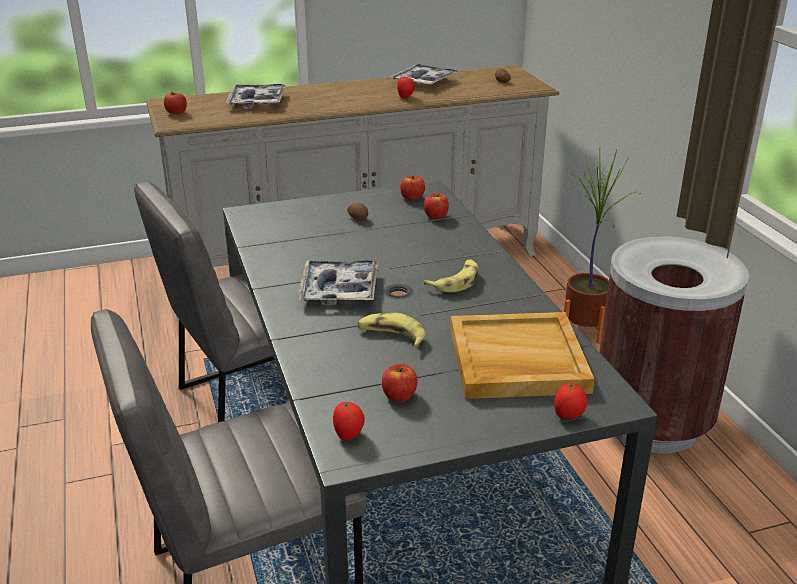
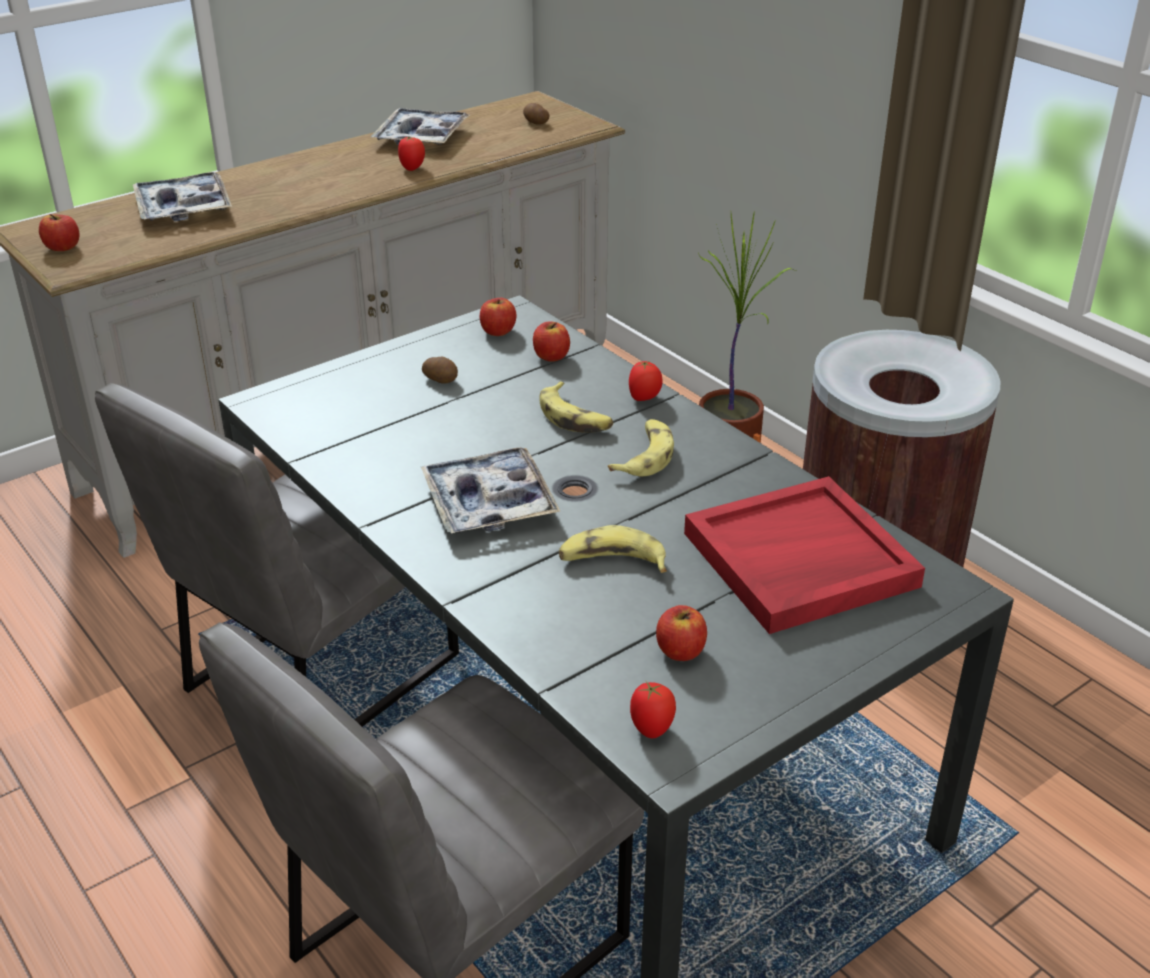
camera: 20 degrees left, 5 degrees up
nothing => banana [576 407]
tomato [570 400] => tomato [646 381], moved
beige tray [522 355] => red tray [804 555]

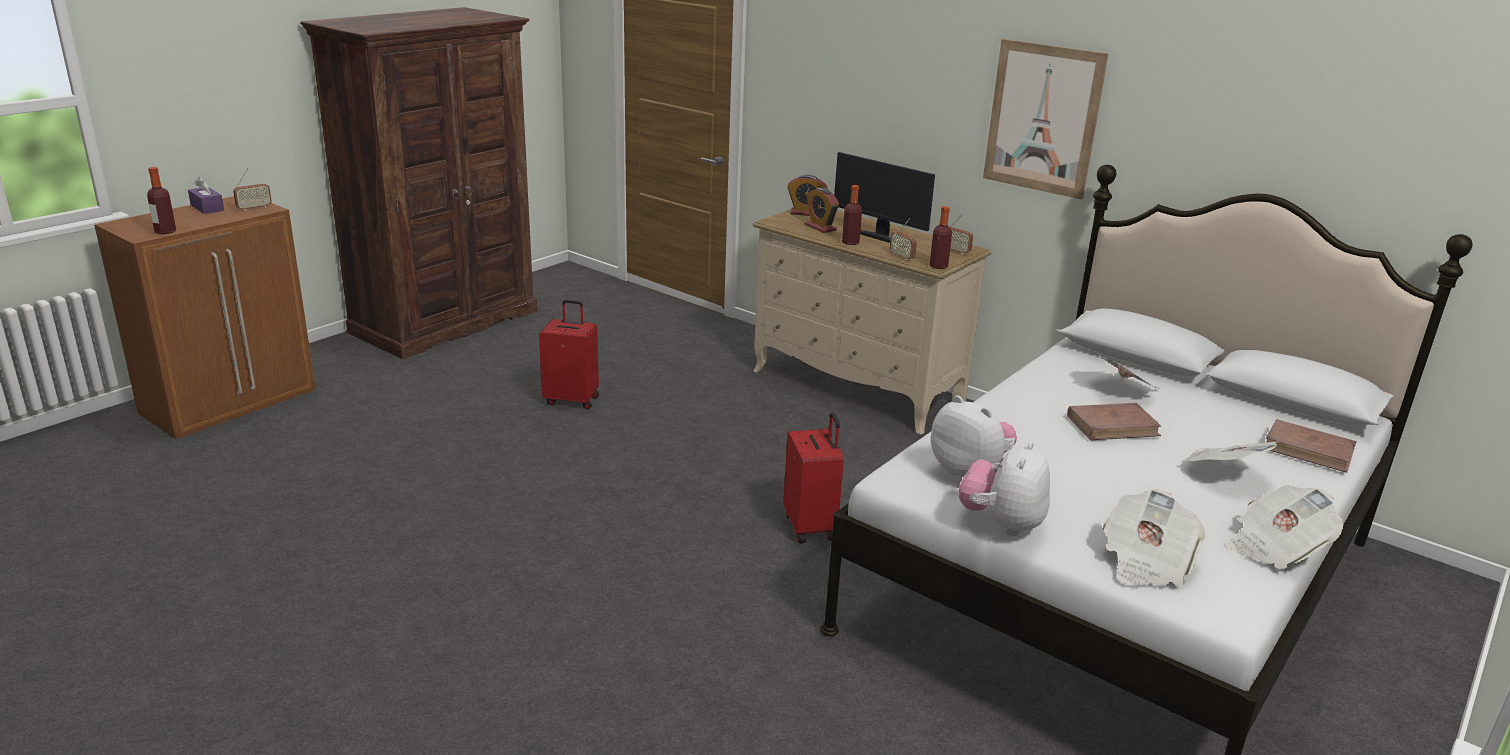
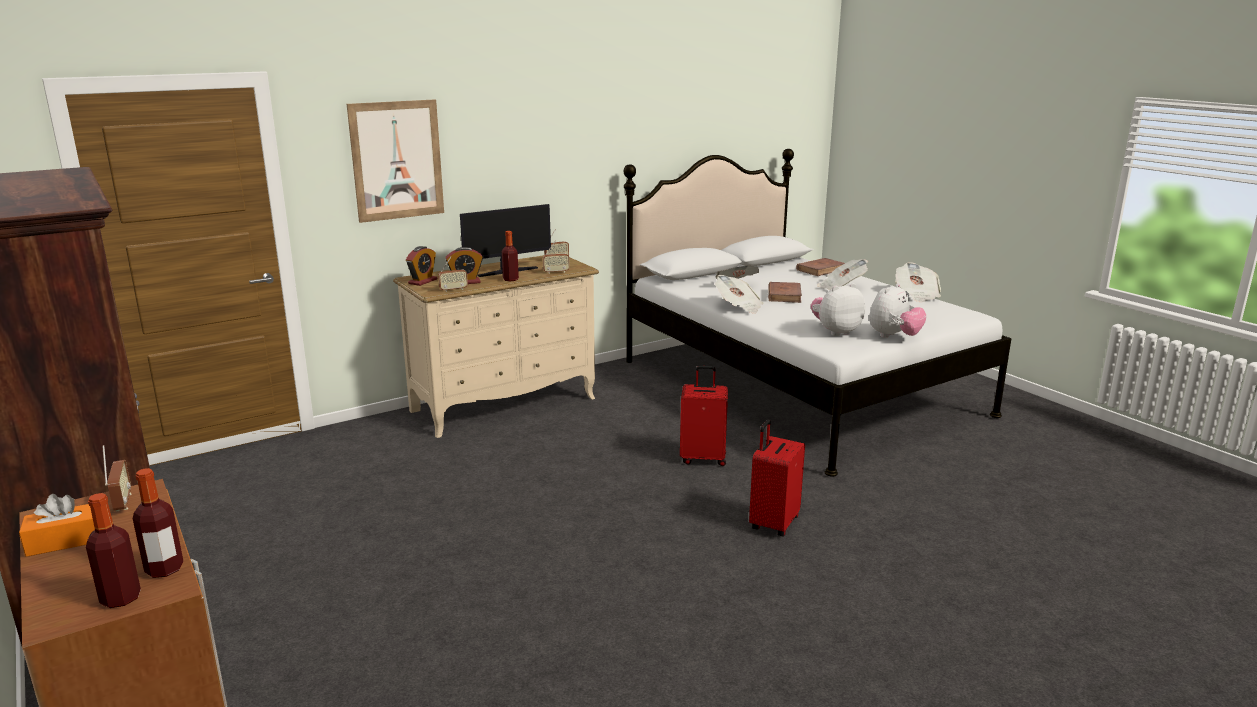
camera: 70 degrees left, 5 degrees down
nothing => radio [453 274]
red suitcase [569 354] => red suitcase [777 478], moved
bottle [941 237] => bottle [113 550], moved
picture [1045 119] => picture [395 161], moved
newspaper [1154 537] => newspaper [739 294], moved
purple tissue box [206 195] => orange tissue box [57 525]
plush toy [1004 488] => plush toy [898 310], 90 degrees counterclockwise

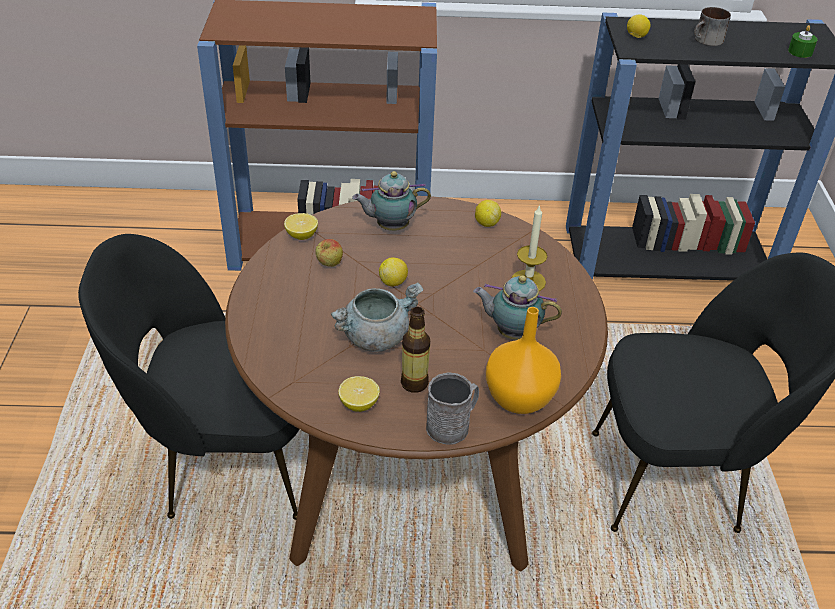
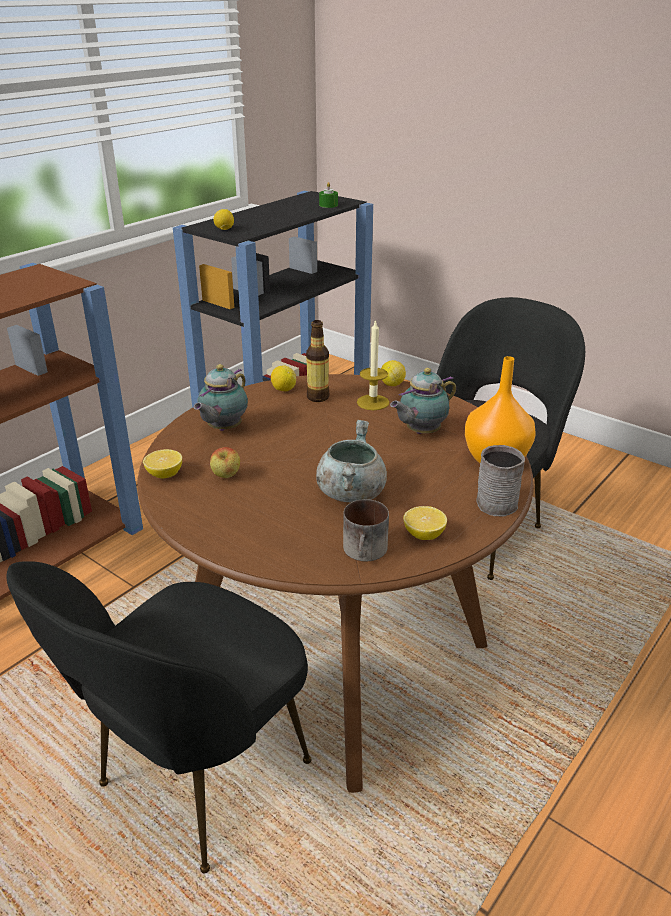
camera: 50 degrees left, 10 degrees down
lemon [393 272] => lemon [393 373], moved
bottle [415 350] => bottle [318 361], moved
mug [712 26] => mug [366 530], moved

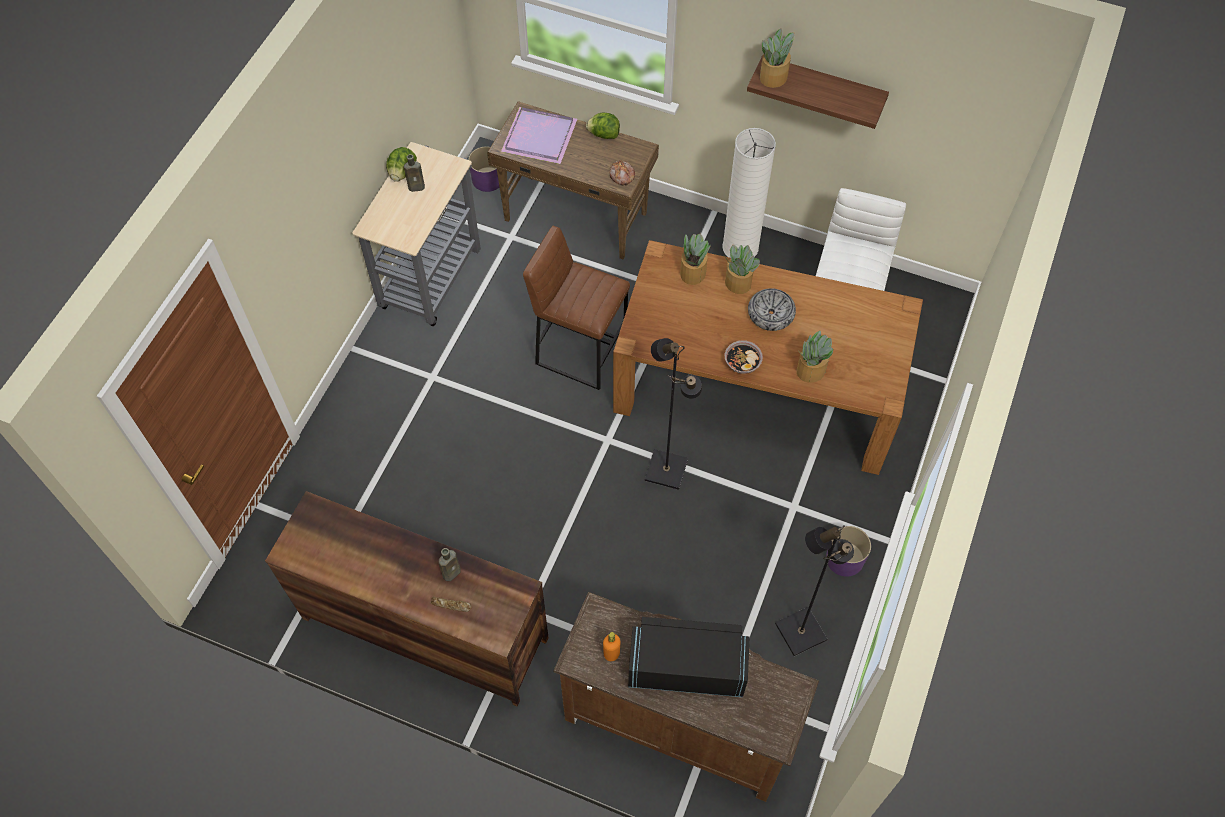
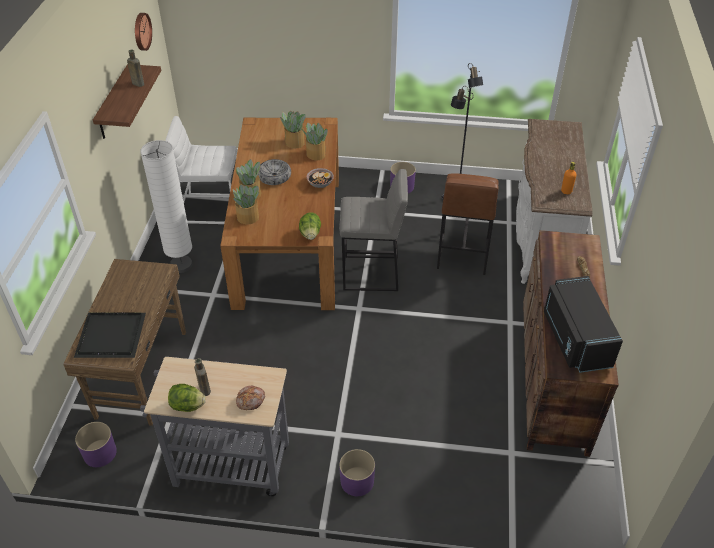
camera: 105 degrees left, 15 degrees down
nothing => wall clock [143 32]
nothing => purple planter [357 472]
brown bottle [450 564] => brown bottle [135 68], moved
brown stool [576 308] => brown stool [468 224], moved
lettuce [603 126] => lettuce [310 226], moved
bread [622 173] => bread [250 398], moved
black microwave [689 657] => black microwave [583 324], moved
potted plant [777 58] => potted plant [293 129], moved
black floor lamp [673 414] => grey stool [374 230]
purple tray [539 135] => black tray [110 335]

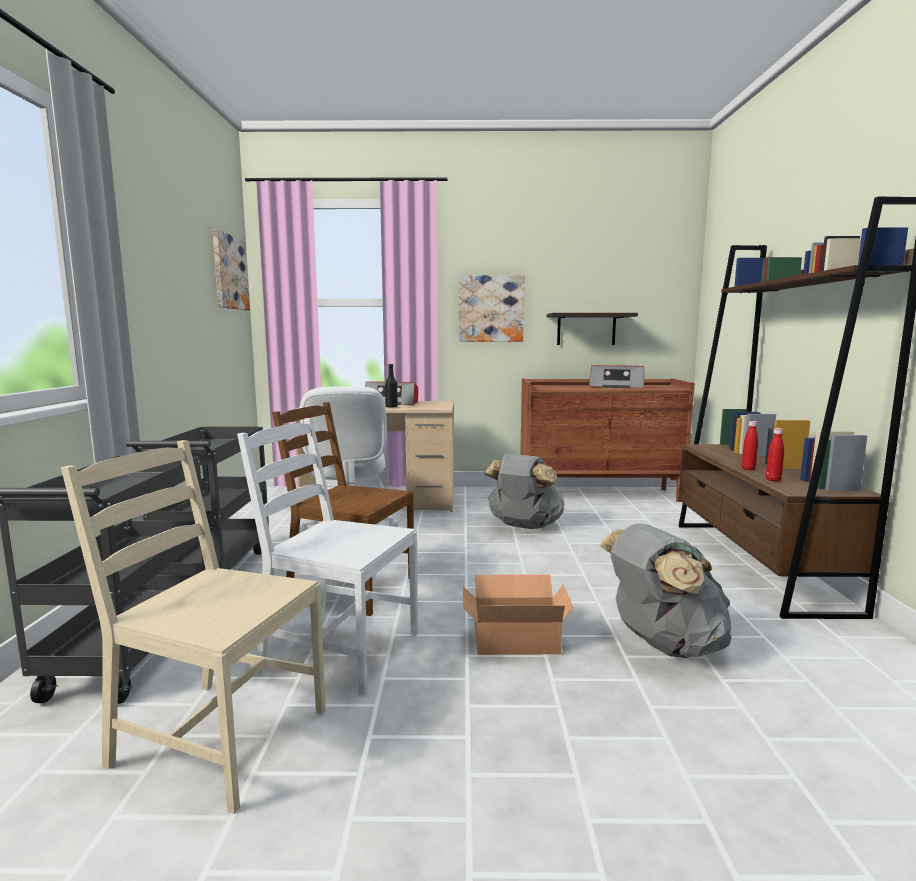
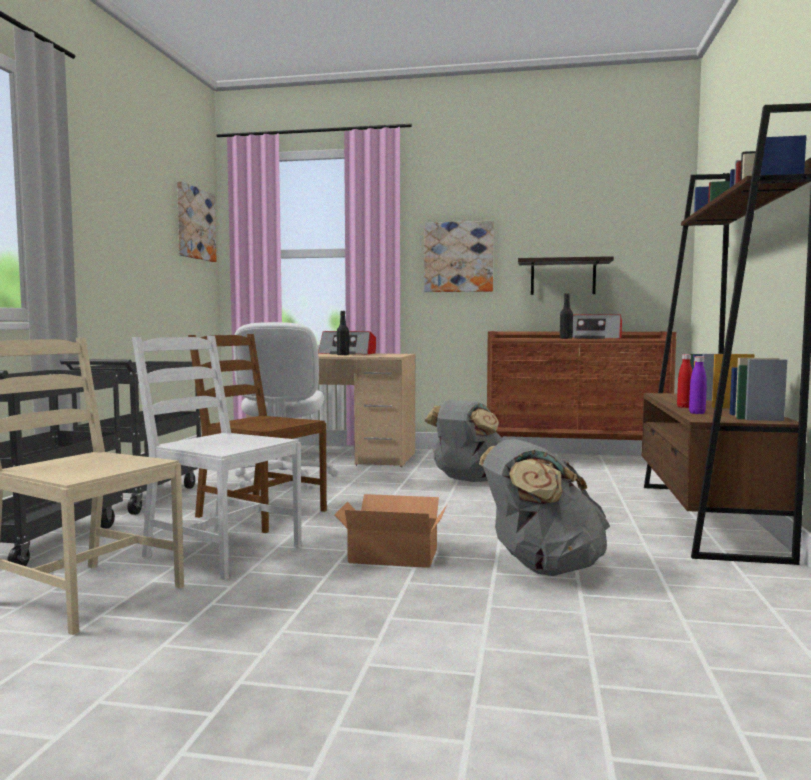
camera: 10 degrees right, 5 degrees down
nothing => black bottle [566 316]
red bottle [775 455] => purple bottle [698 385]

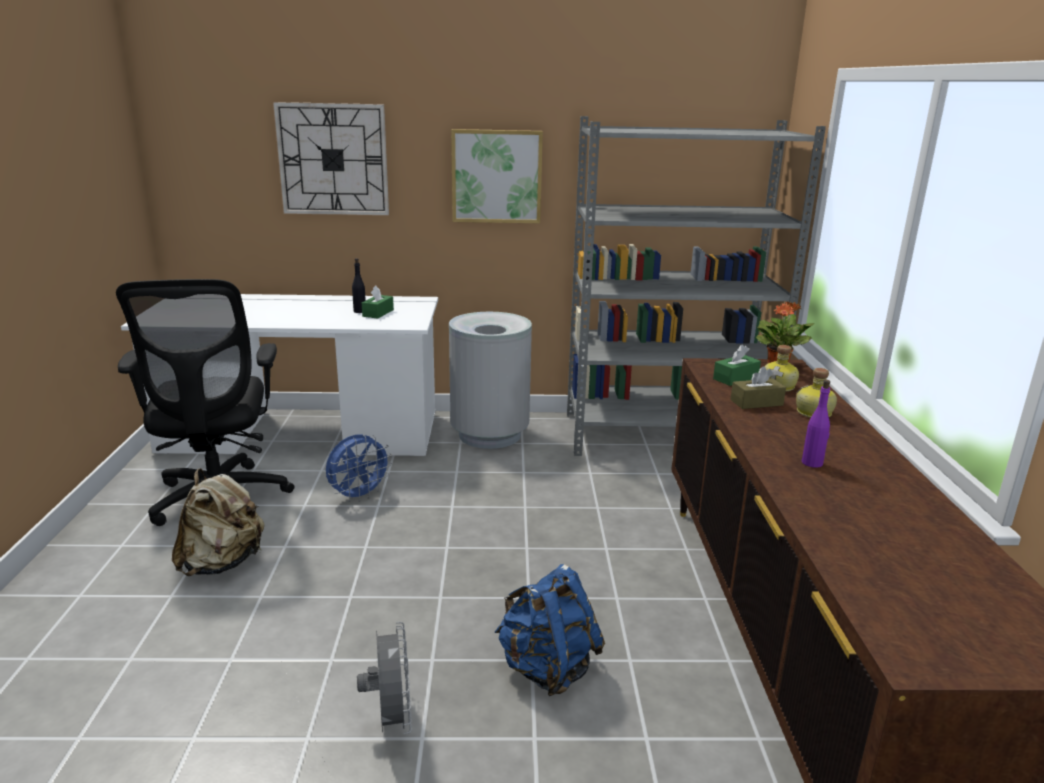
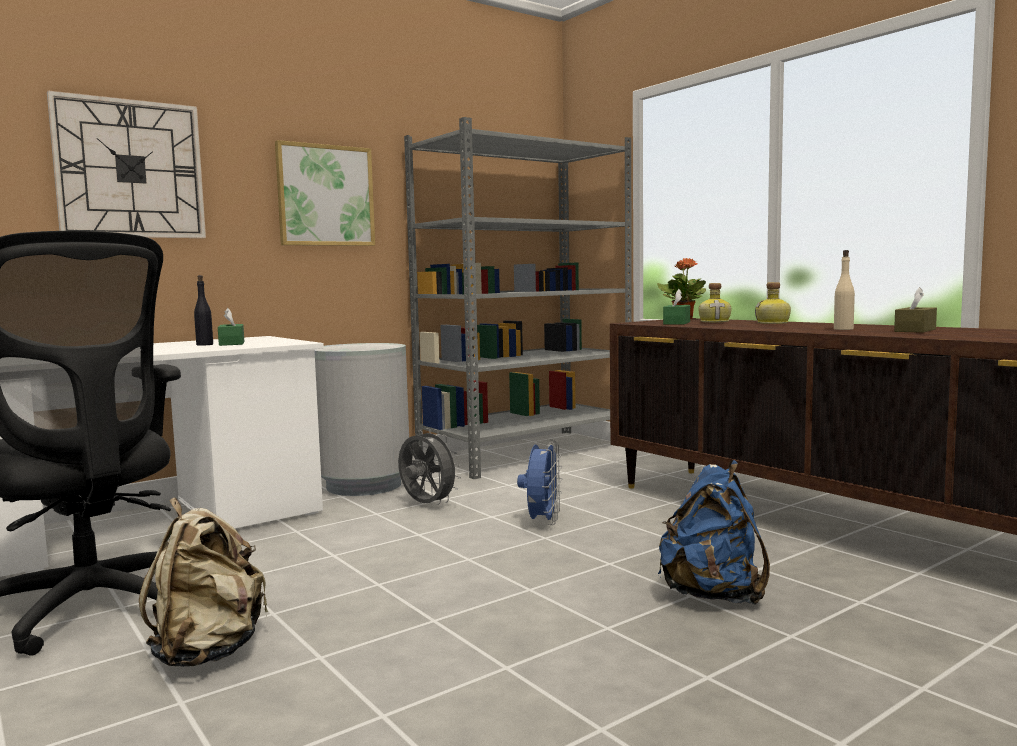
camera: 35 degrees left, 15 degrees down
blue fan [359 468] => blue fan [539 482], moved
grey fan [384 678] => grey fan [429 466], moved
brown tissue box [758 388] => brown tissue box [915 310], moved
purple bottle [816 424] => beige bottle [844 290]

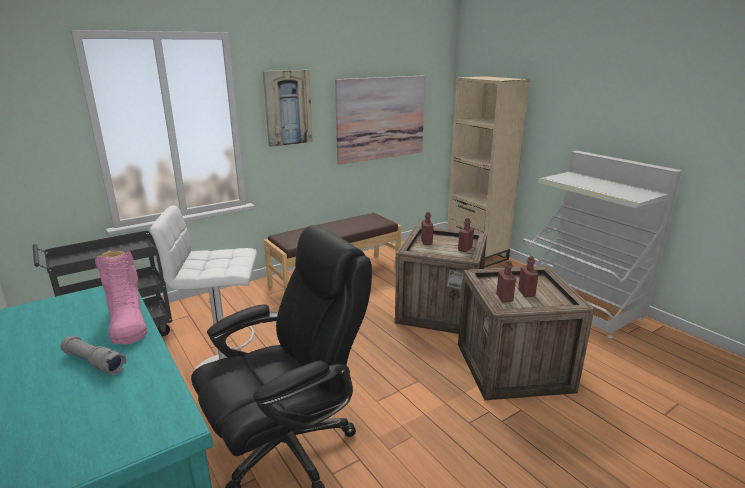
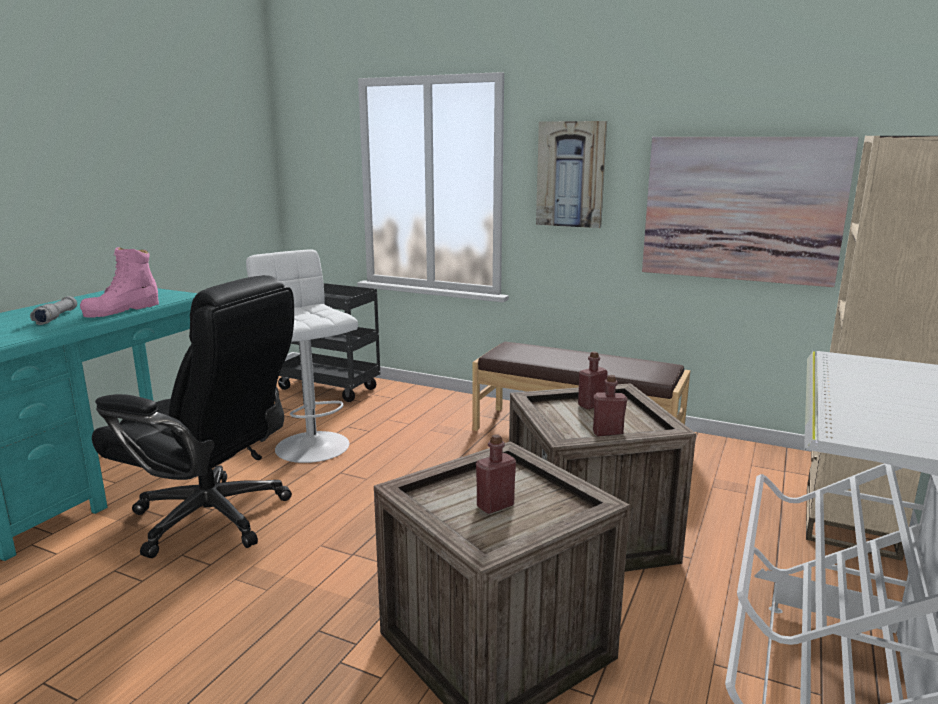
camera: 60 degrees right, 5 degrees down
red bottle [506 281] => nothing

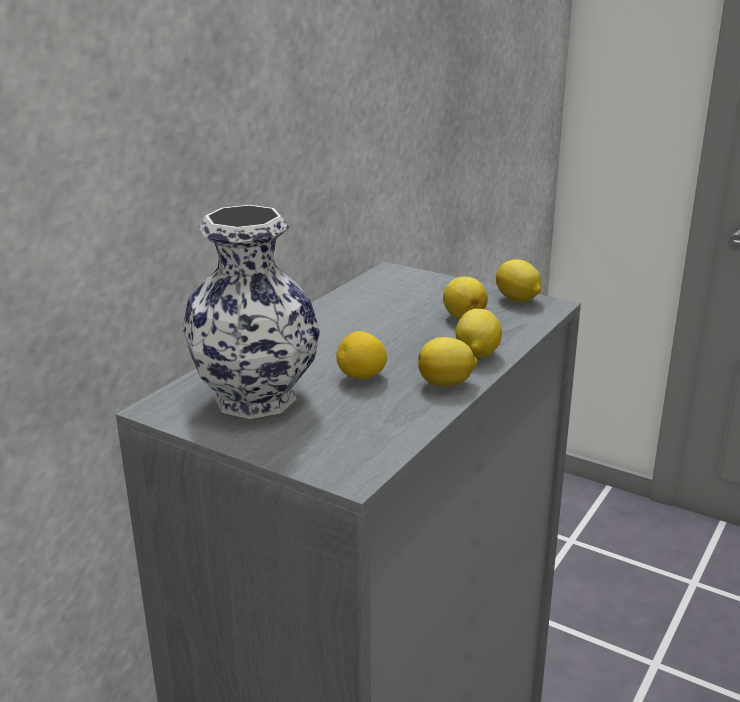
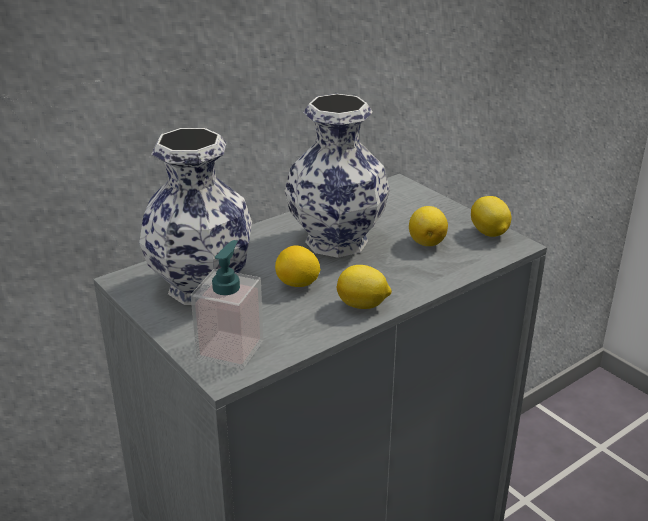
camera: 20 degrees right, 5 degrees up
lemon [479 333] => nothing
nothing => soap dispenser [227 304]
nothing => vase [337 176]

